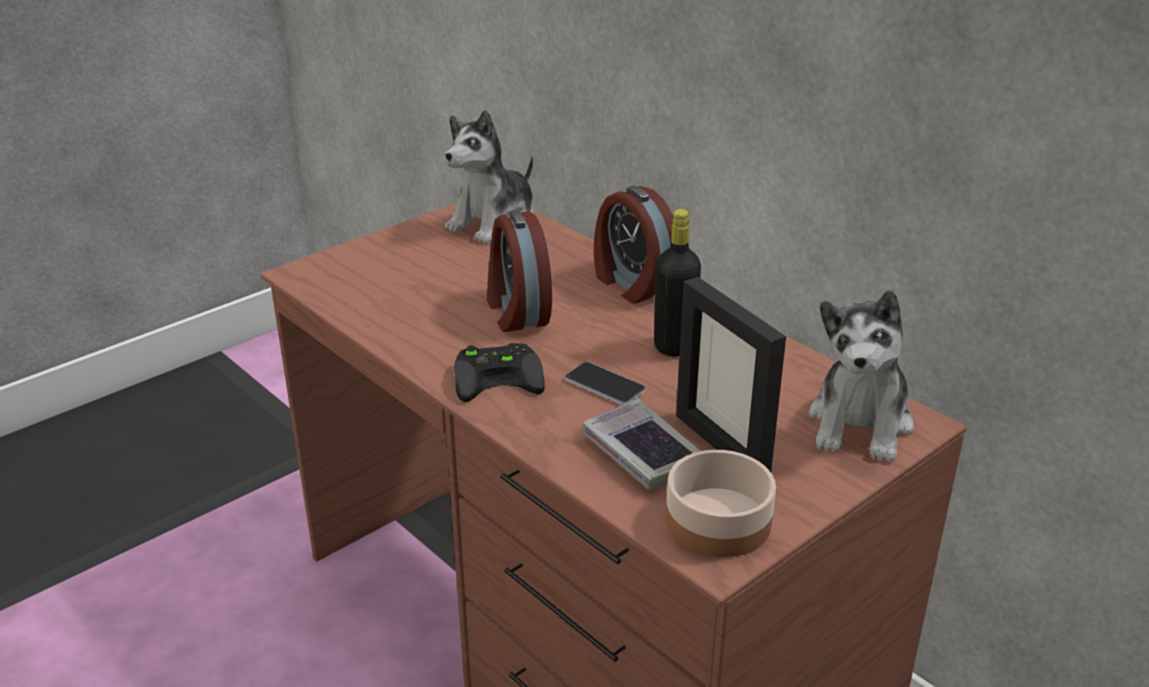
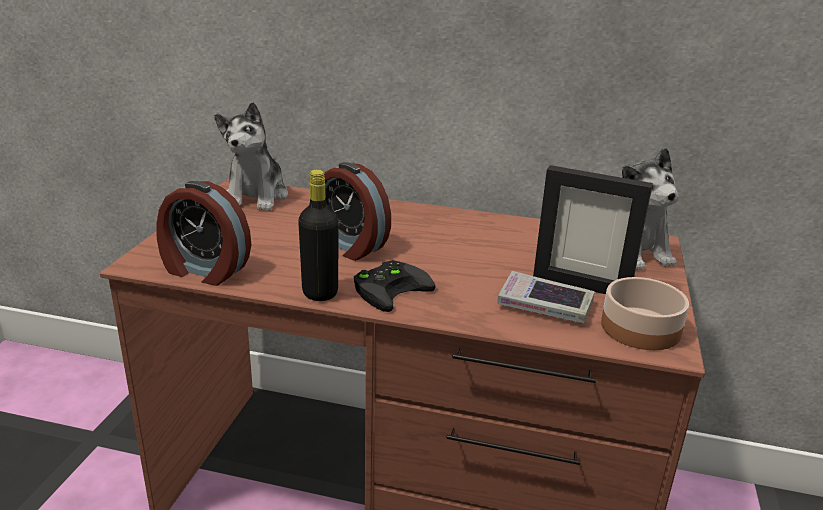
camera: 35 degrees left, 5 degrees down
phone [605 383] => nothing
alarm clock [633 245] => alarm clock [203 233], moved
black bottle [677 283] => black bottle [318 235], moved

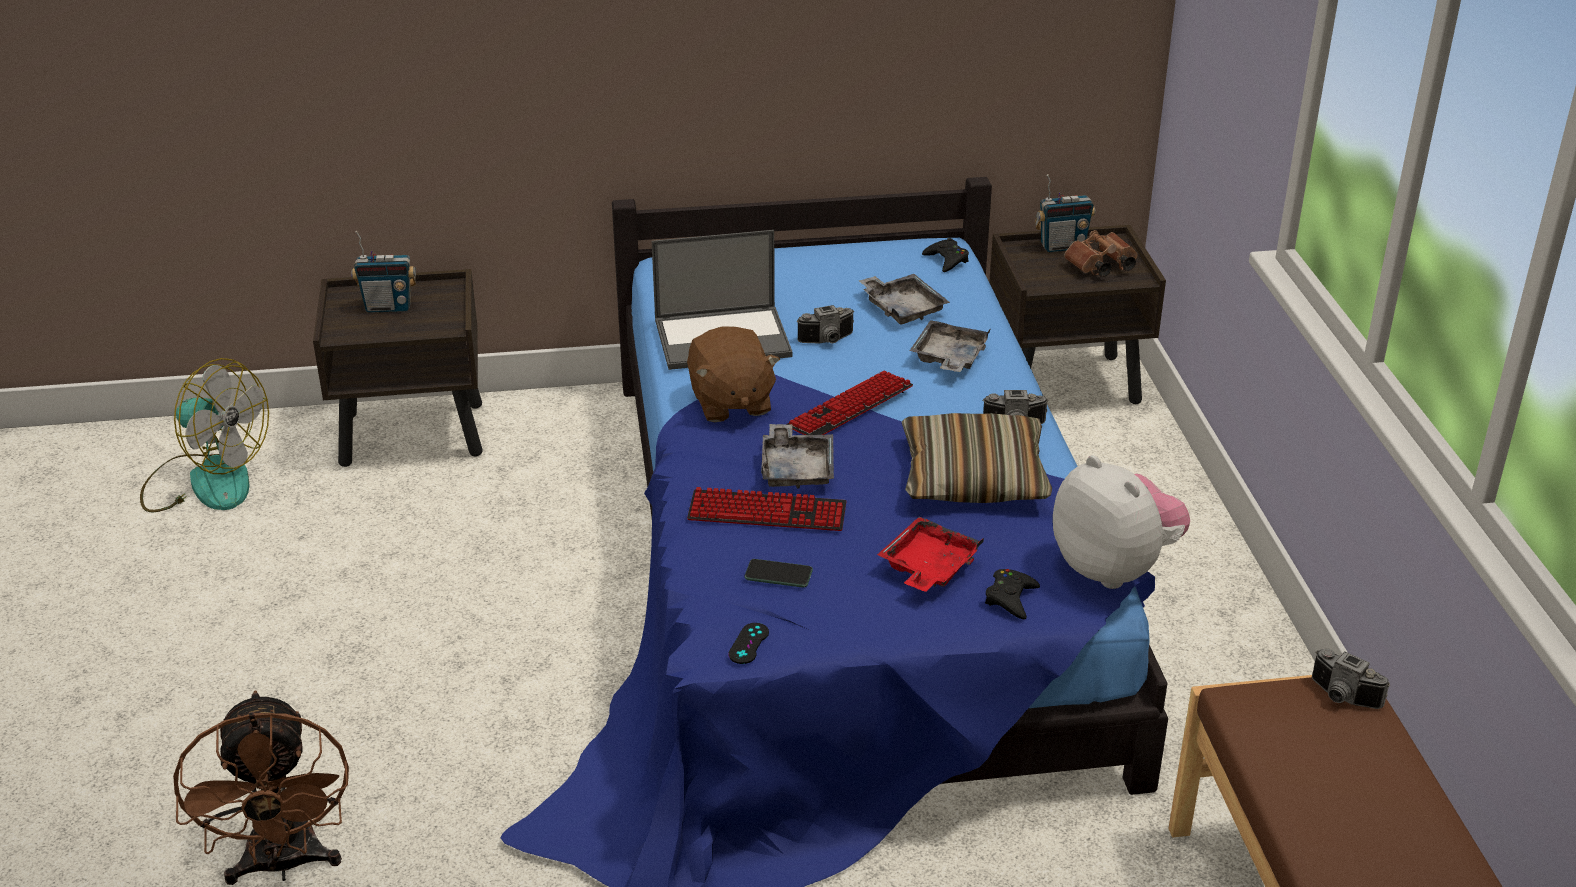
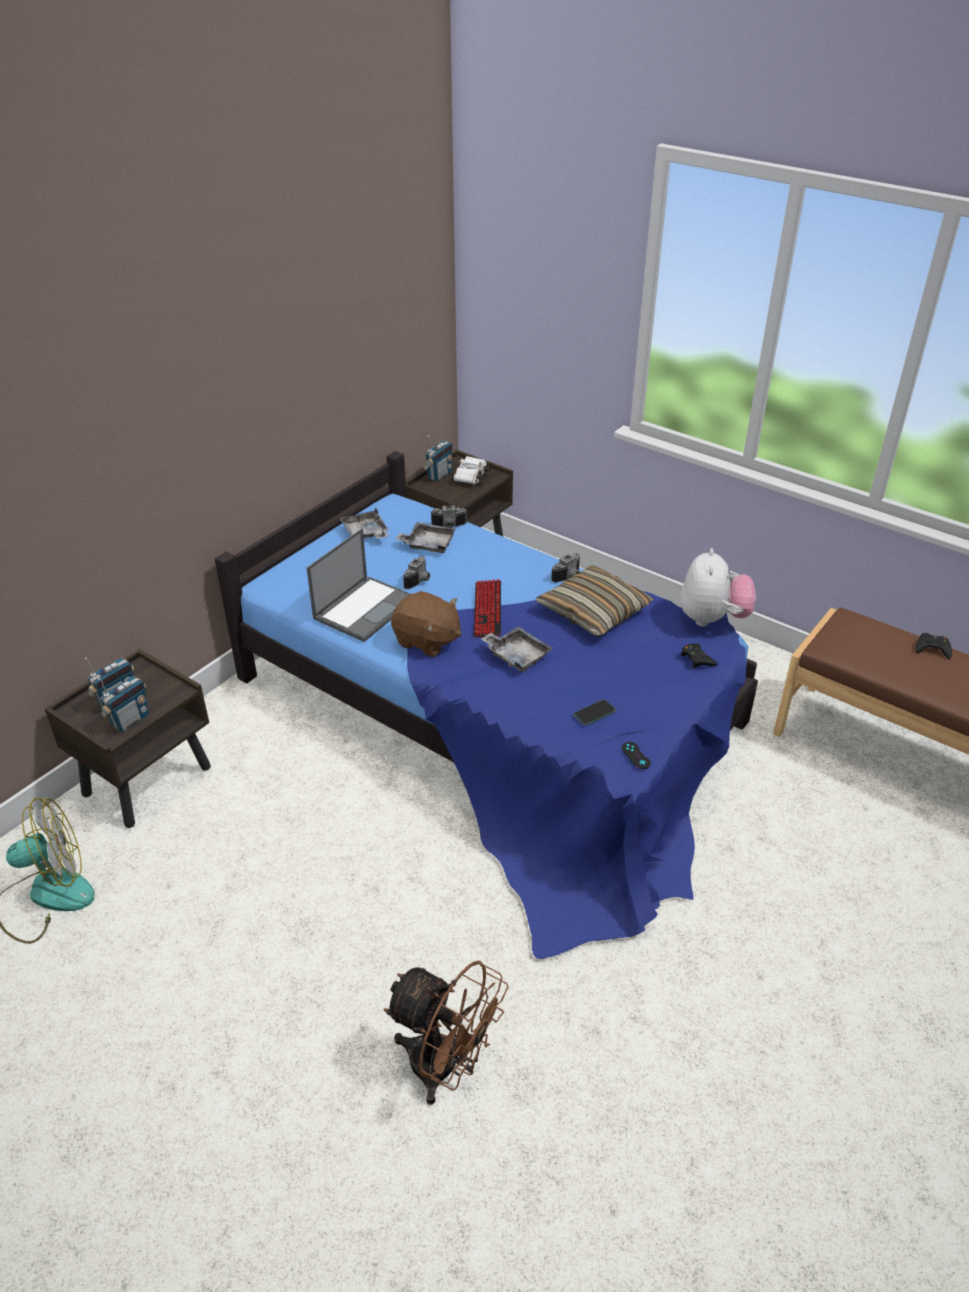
camera: 45 degrees left, 5 degrees up
keyboard [766 509] => nothing
red tray [931 554] => nothing
nothing => radio [123 704]
grey tray [950 346] => grey tray [364 523], moved
black game controller [945 255] => black game controller [933 646], moved
photo camera [1351 679] => photo camera [449 516], moved
brown binoculars [1100 253] => white binoculars [473 470]
plush toy [1121 522] => plush toy [717 587], 90 degrees clockwise

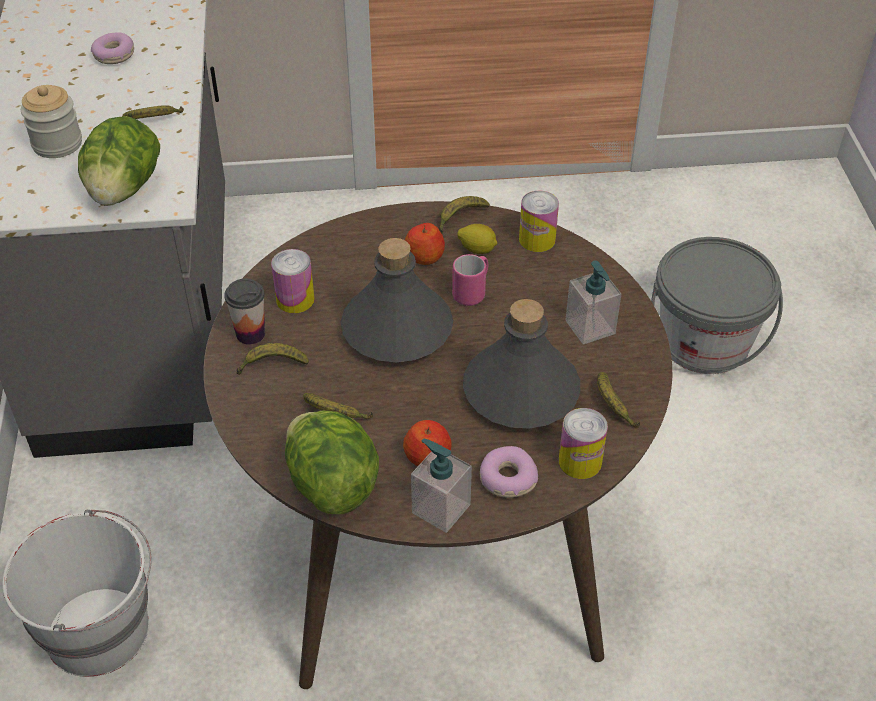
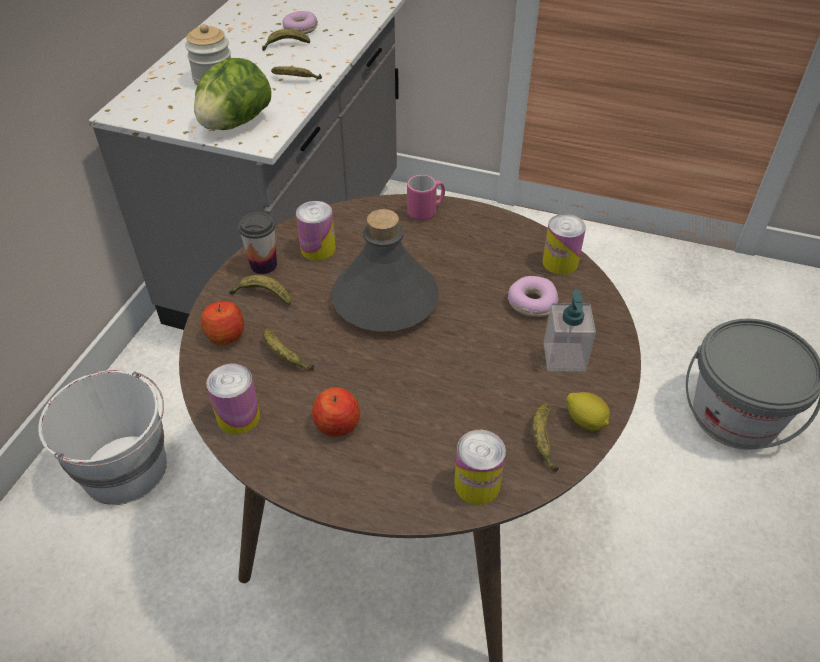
camera: 25 degrees right, 0 degrees up
soap dispenser [441 485] => nothing
grey bottle [521 364] => nothing
apple [425 244] => apple [222 323], moved
banana [464 215] => banana [286 40], moved
pink mug [470 280] => pink mug [426 198], moved
lemon [477 239] => lemon [588 411], moved
donut [509 472] => donut [533 296], moved
lettuce [332 462] => can [233 399]

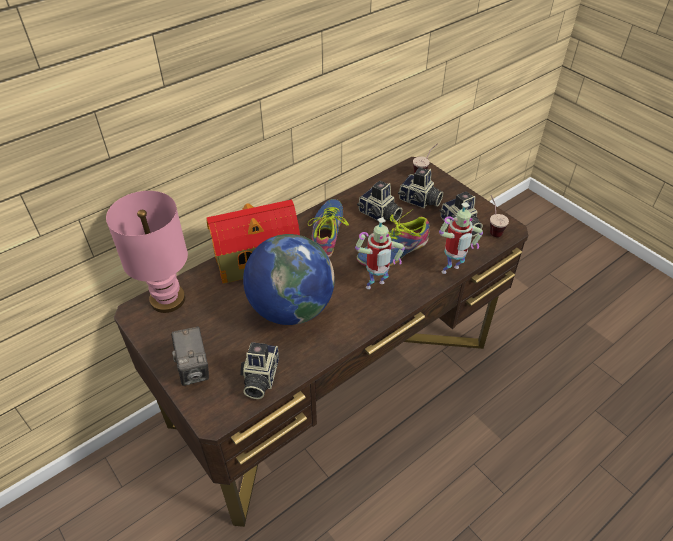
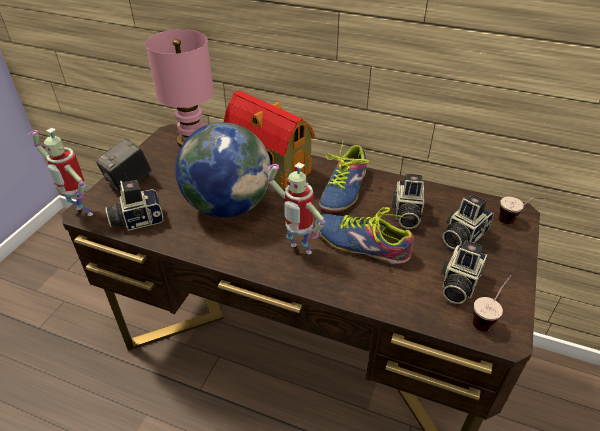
camera: 60 degrees right, 5 degrees down
toy robot [461 238] => toy robot [60 172], moved
shoe [328 228] => shoe [344 177], 135 degrees clockwise
photo camera [420 187] => photo camera [468 221], 45 degrees clockwise

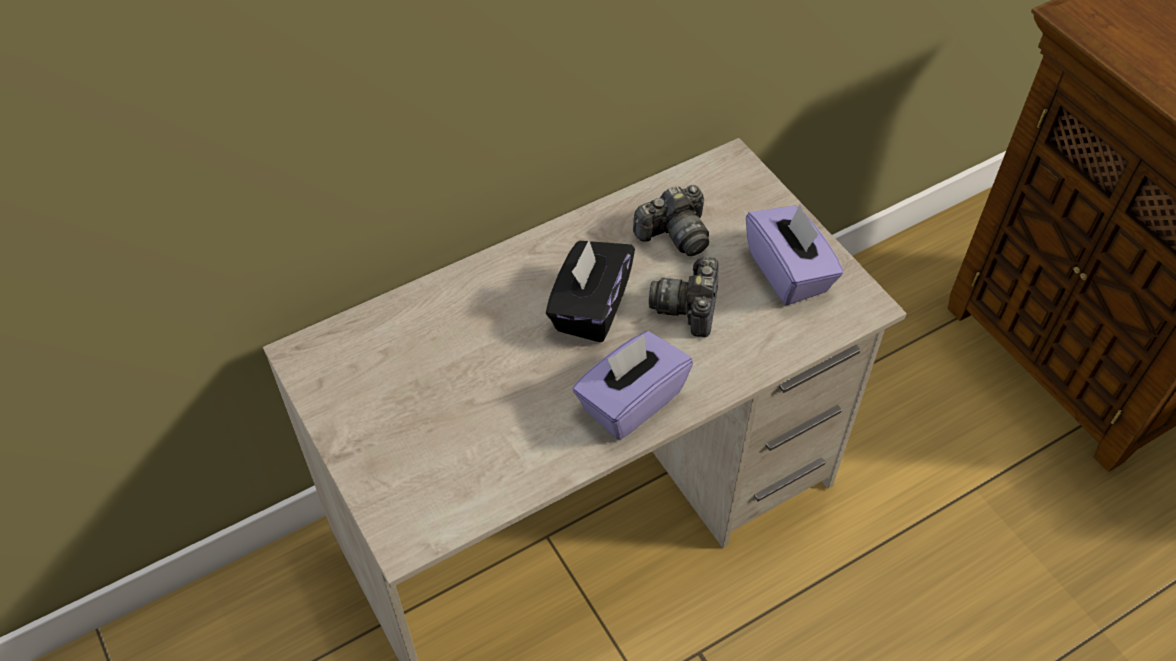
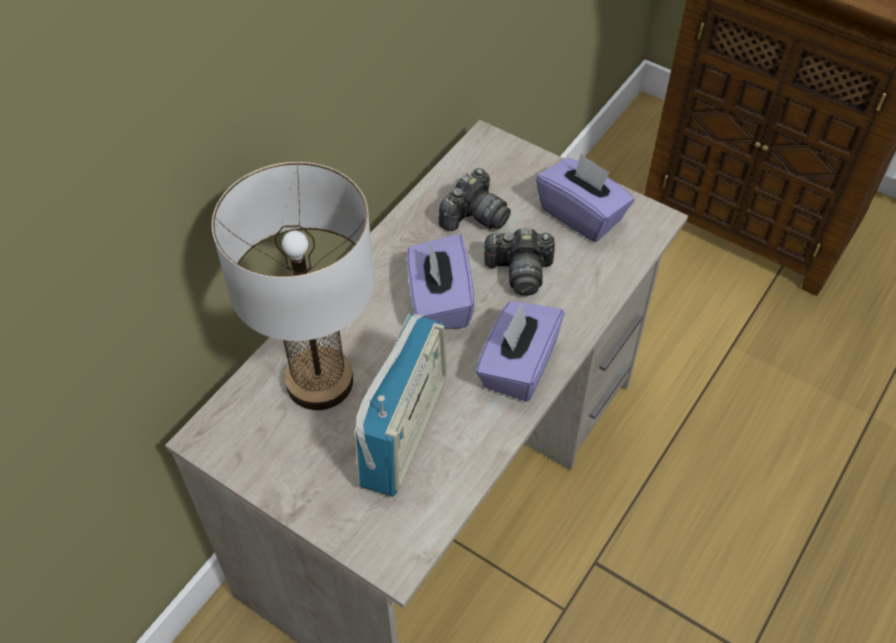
camera: 25 degrees left, 0 degrees up
nothing => table lamp [293 286]
nothing => radio [401 405]
black tissue box [590 291] => purple tissue box [440 281]
photo camera [684 296] => photo camera [518 262], 75 degrees counterclockwise

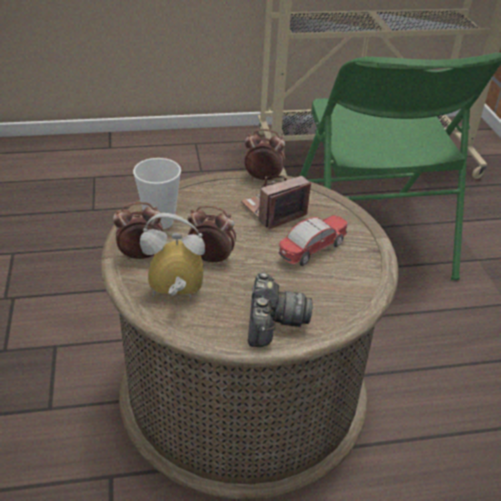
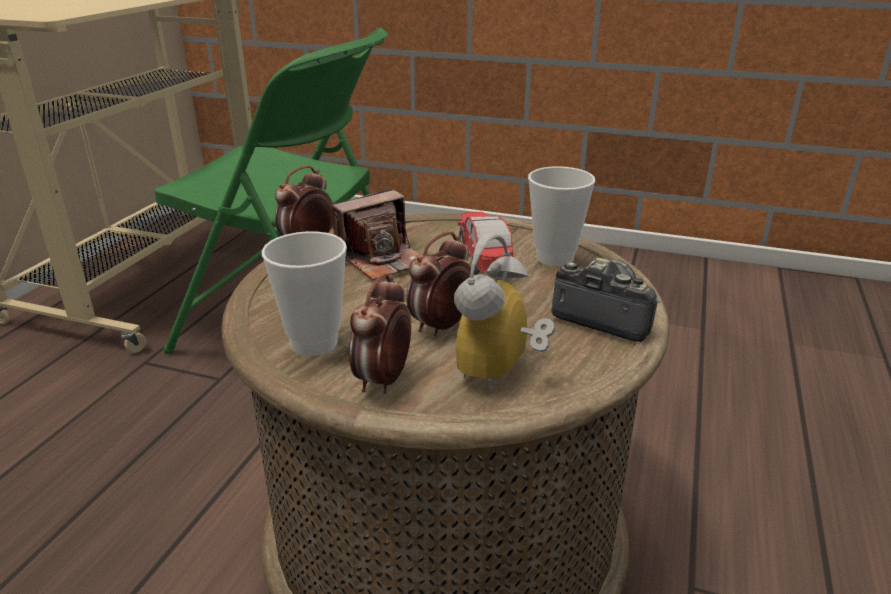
camera: 60 degrees left, 10 degrees down
nothing => cup [561 216]
photo camera [276 202] => photo camera [376 234], 120 degrees counterclockwise

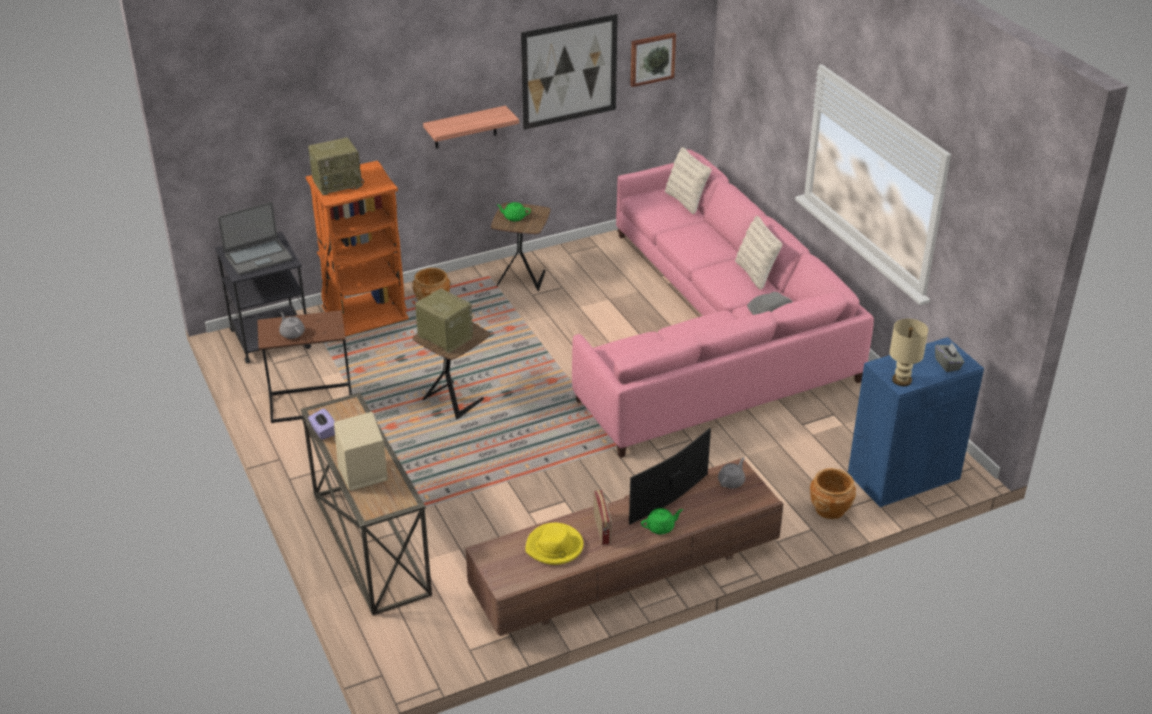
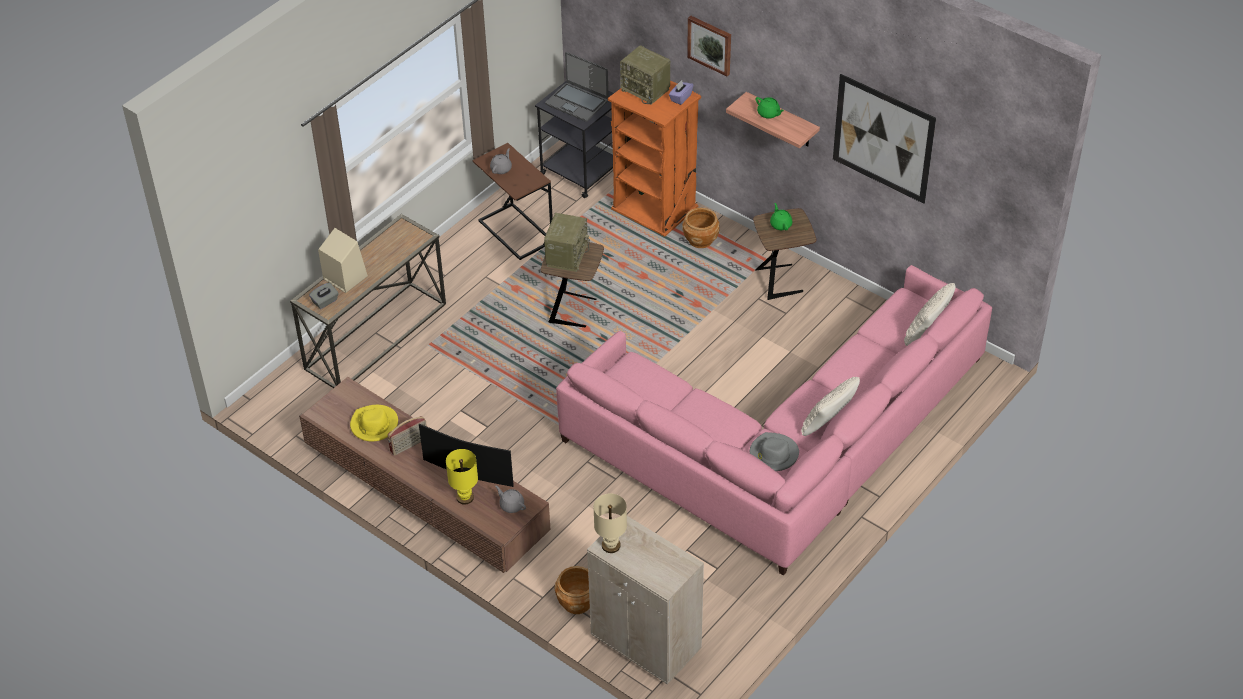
camera: 65 degrees right, 10 degrees up
nothing => yellow table lamp [462 477]
purple tissue box [321 424] => purple tissue box [681 92], moved
picture [653 60] => picture [709 46], moved
green teapot [662 521] => green teapot [770 108], moved
grey tissue box [949 357] => grey tissue box [324 296], moved
blue cabinet [916 422] => beige cabinet [645 600]
grey teapot [731 473] => grey teapot [510 499], 150 degrees counterclockwise

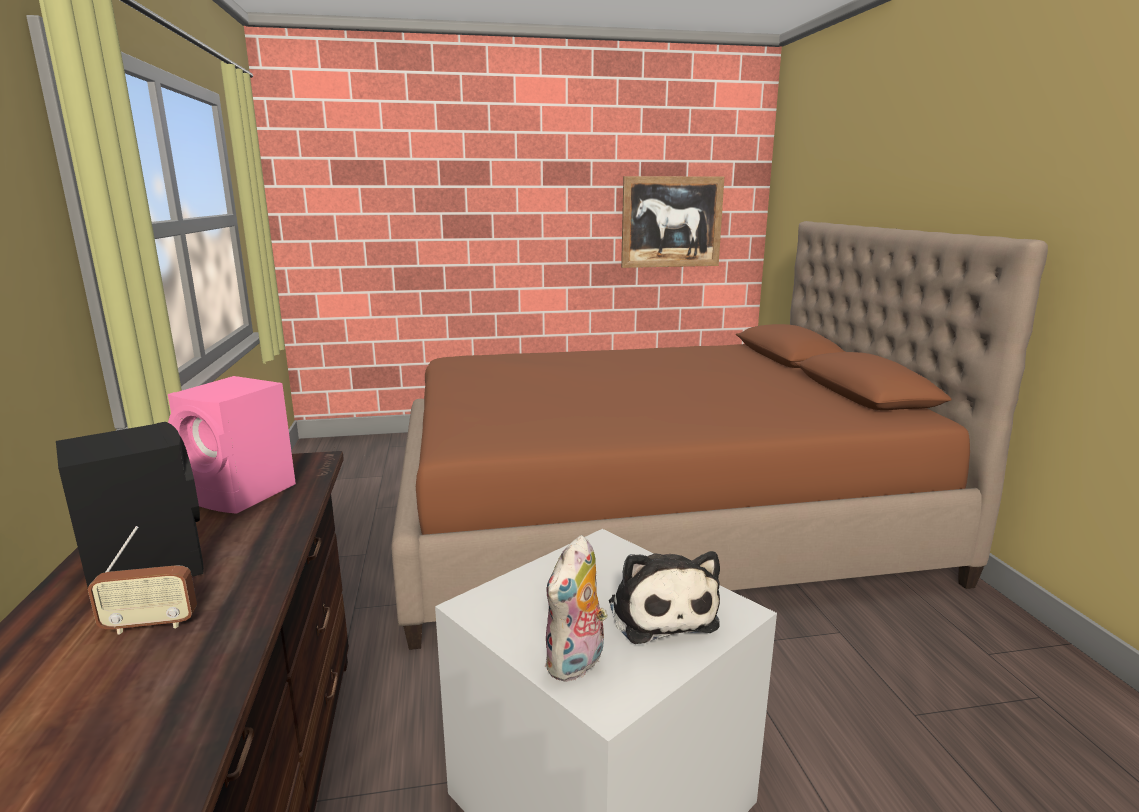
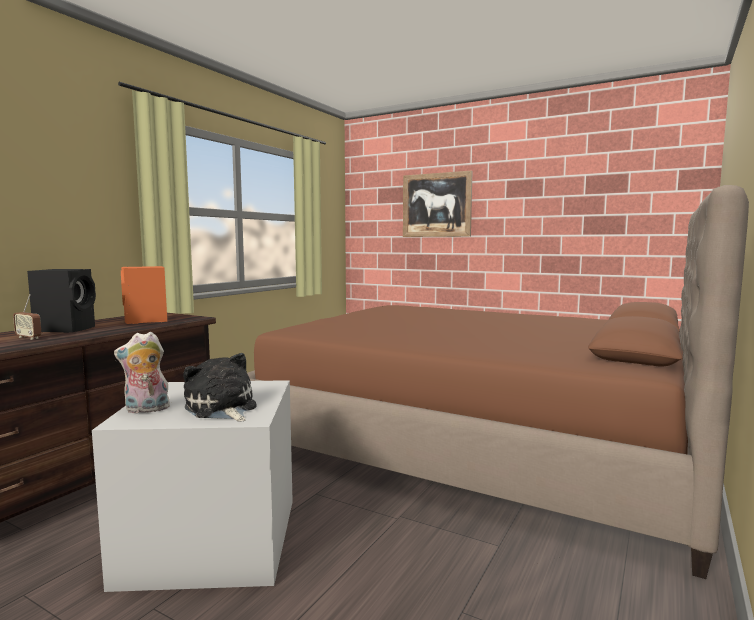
camera: 40 degrees right, 10 degrees down
picture [672 222] => picture [438 203], moved
pink speaker [232 445] => orange speaker [144 295]
plush toy [664 597] => plush toy [220 387], 120 degrees clockwise

